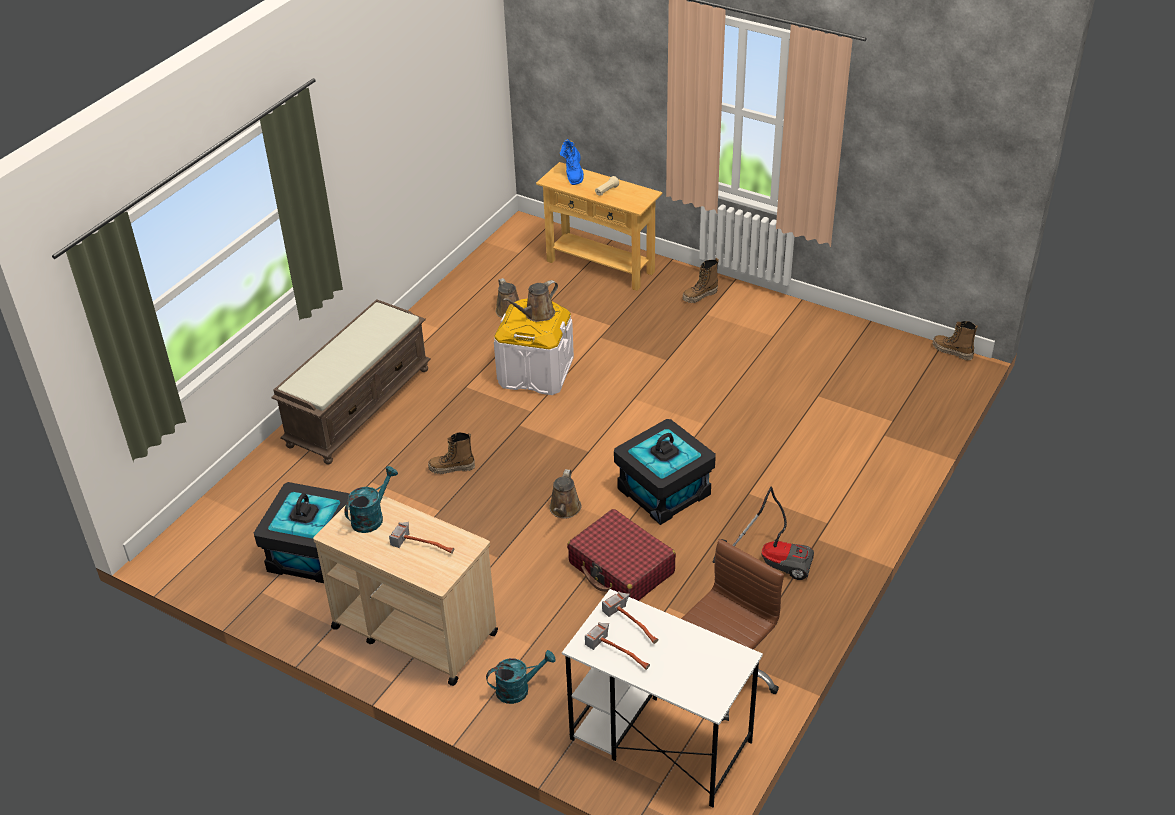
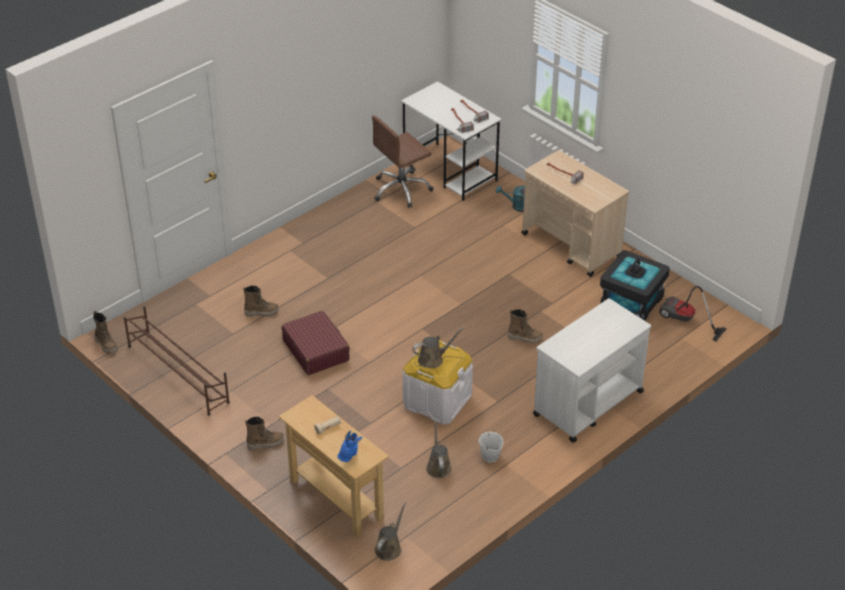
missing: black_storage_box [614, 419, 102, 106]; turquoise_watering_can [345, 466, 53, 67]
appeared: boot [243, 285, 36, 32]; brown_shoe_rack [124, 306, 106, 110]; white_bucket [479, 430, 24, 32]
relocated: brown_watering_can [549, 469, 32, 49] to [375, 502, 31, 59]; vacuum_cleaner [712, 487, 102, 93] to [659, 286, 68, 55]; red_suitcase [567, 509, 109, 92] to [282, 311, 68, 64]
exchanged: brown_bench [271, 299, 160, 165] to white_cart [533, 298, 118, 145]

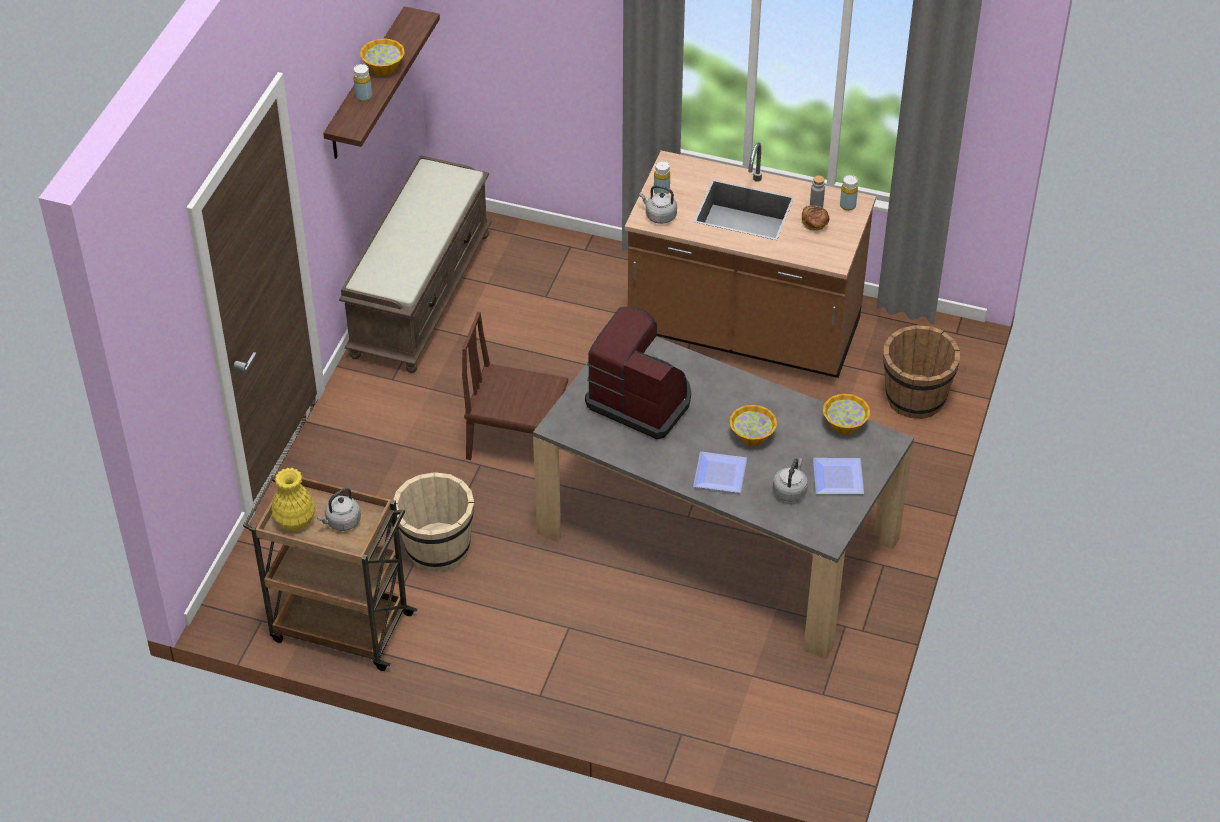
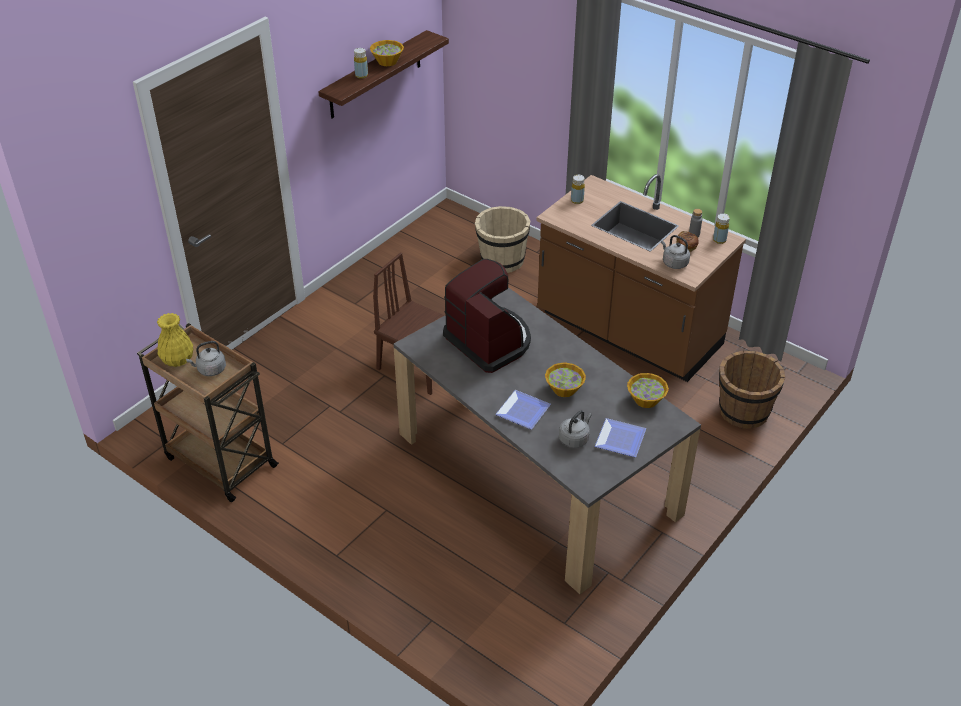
missing: brown_bench [339, 155, 153, 218]
relocated: grey_kettle [639, 185, 38, 39] to [661, 235, 29, 34]; beige_bucket [393, 472, 81, 100] to [475, 206, 55, 67]

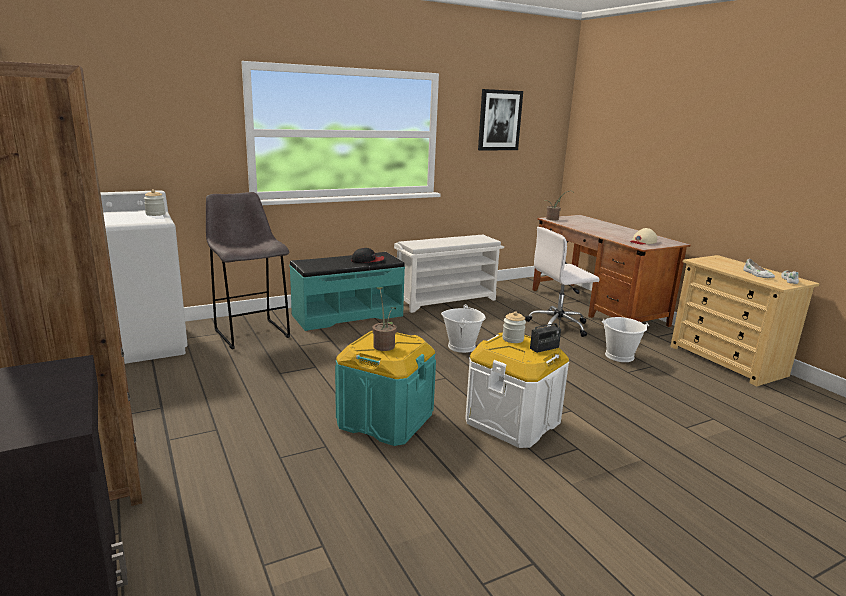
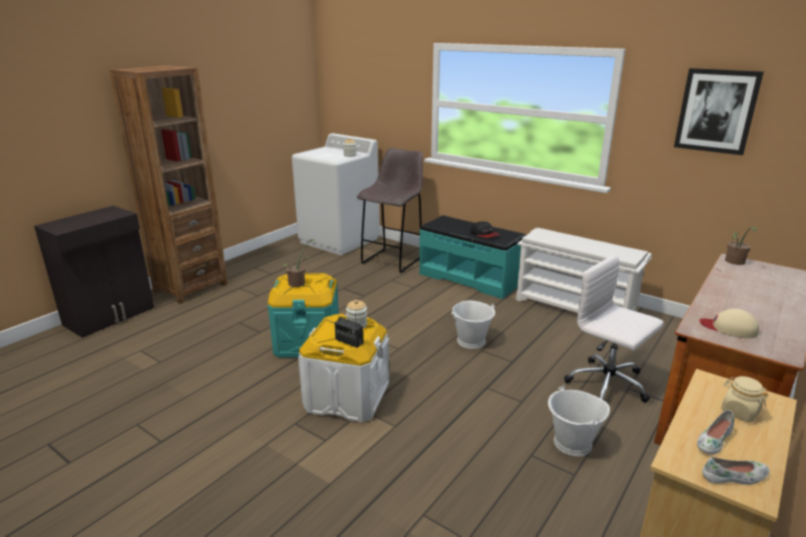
appeared: beige_jar [721, 376, 47, 46]

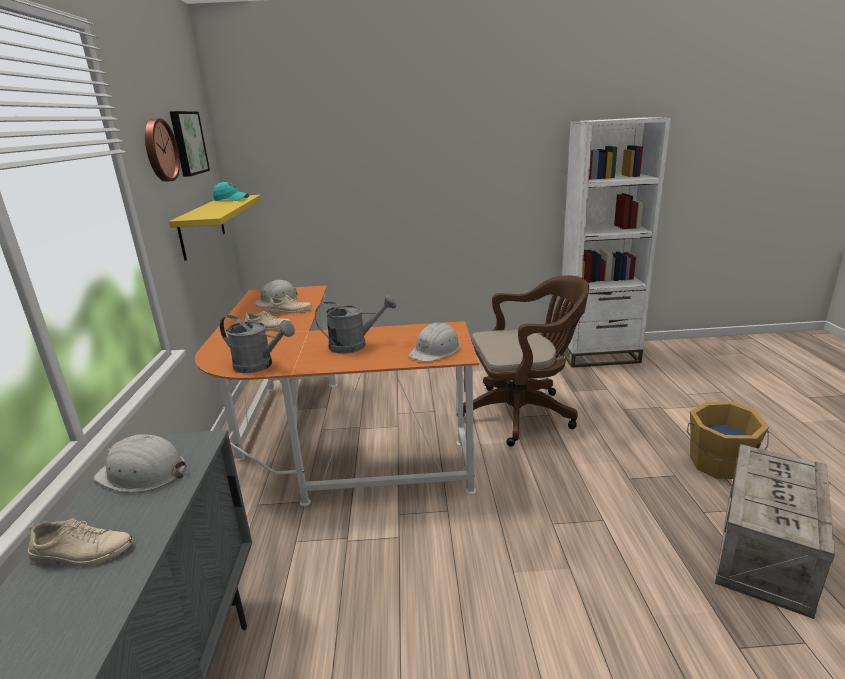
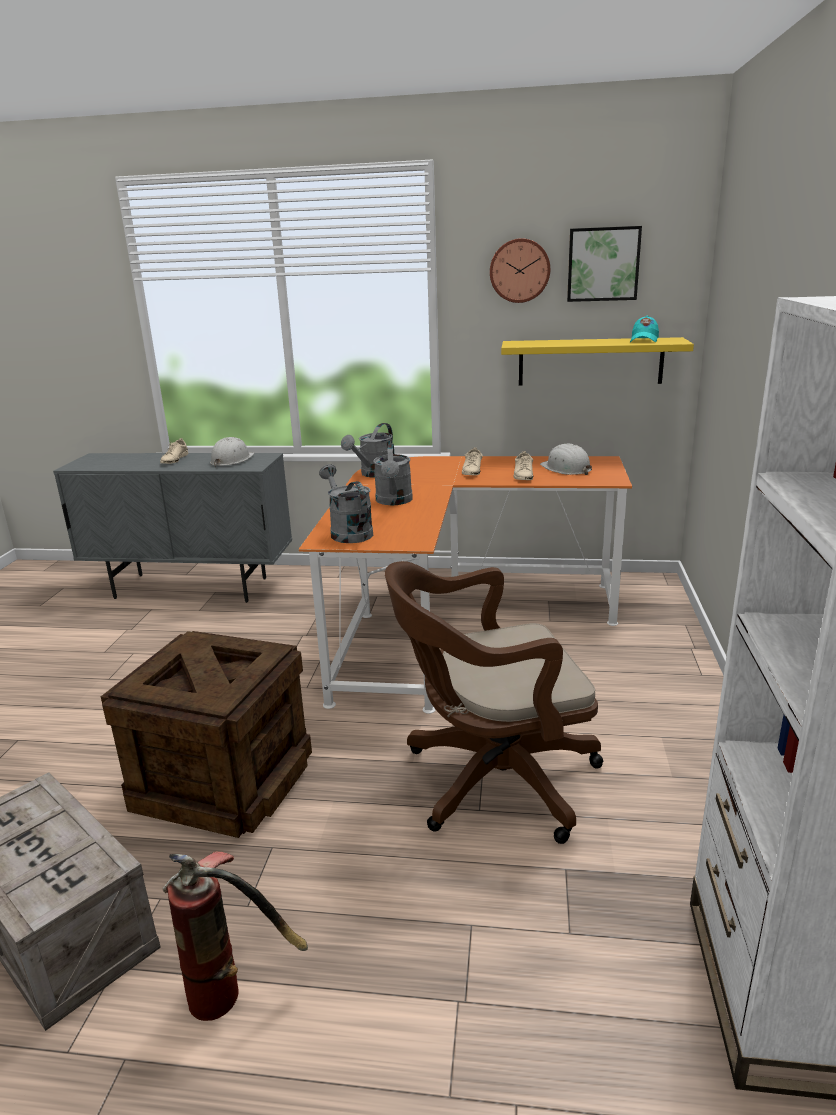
appeared: crate [101, 631, 211, 207]
exchanged: white_hard_hat [409, 322, 52, 40] to grey_watering_can [319, 464, 54, 79]; orange_bucket [687, 401, 82, 78] to fire_extinguisher [162, 852, 146, 169]
spun: brown_office_chair [457, 275, 132, 172] = [385, 561, 218, 283] 75 degrees clockwise

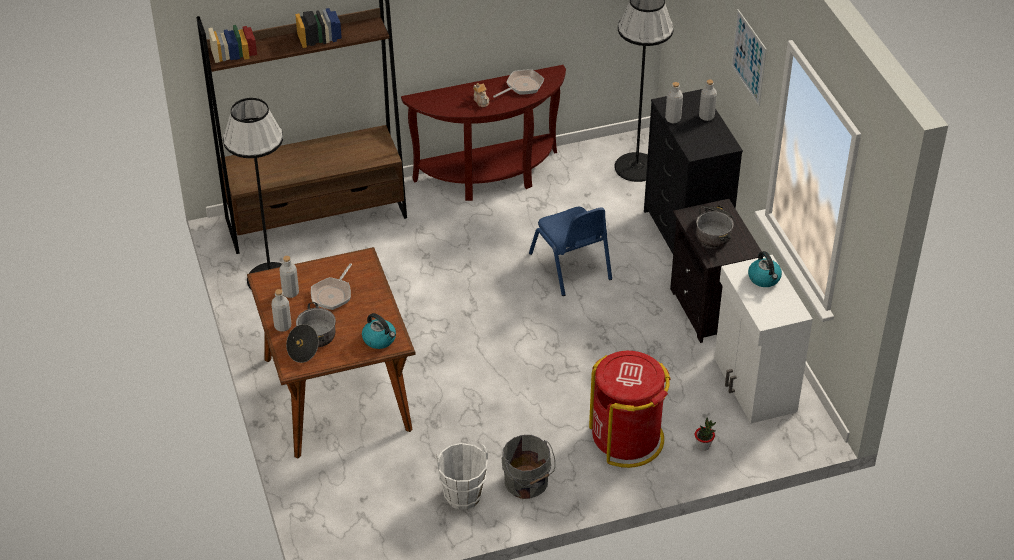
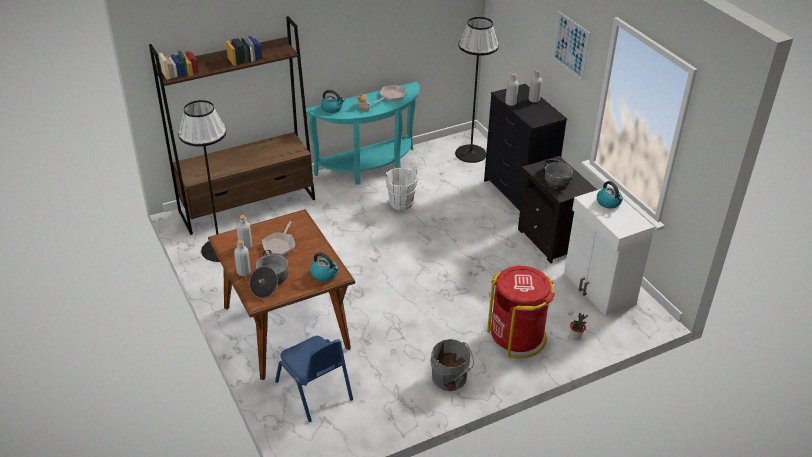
appeared: kettle [321, 90, 24, 23]
relocated: blue_chair [529, 207, 83, 89] to [275, 336, 78, 86]; white_bucket [437, 443, 51, 67] to [385, 165, 33, 46]
colour: brown_console_table [401, 65, 165, 136] to turquoise_console_table [306, 82, 114, 103]

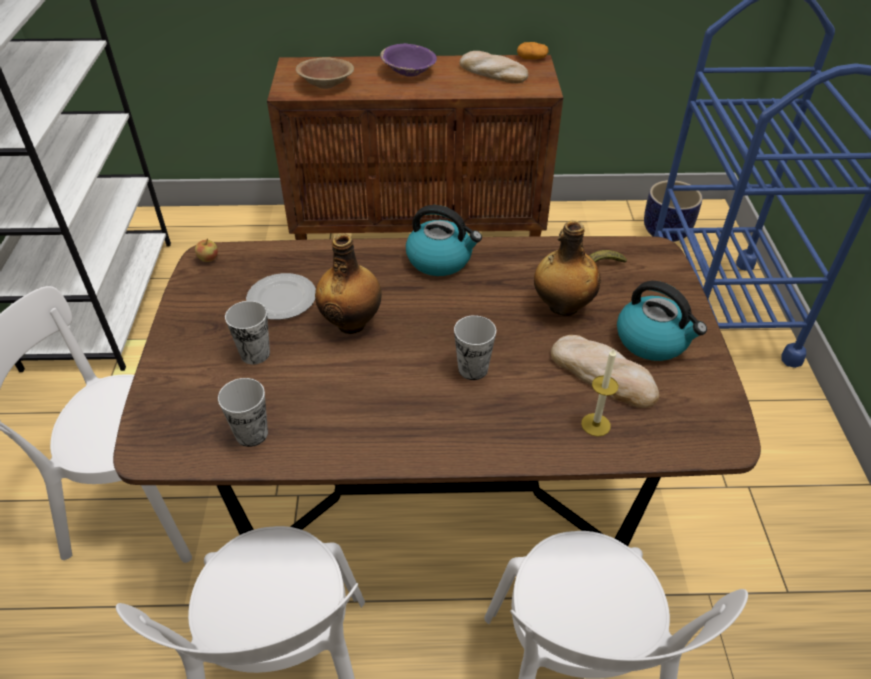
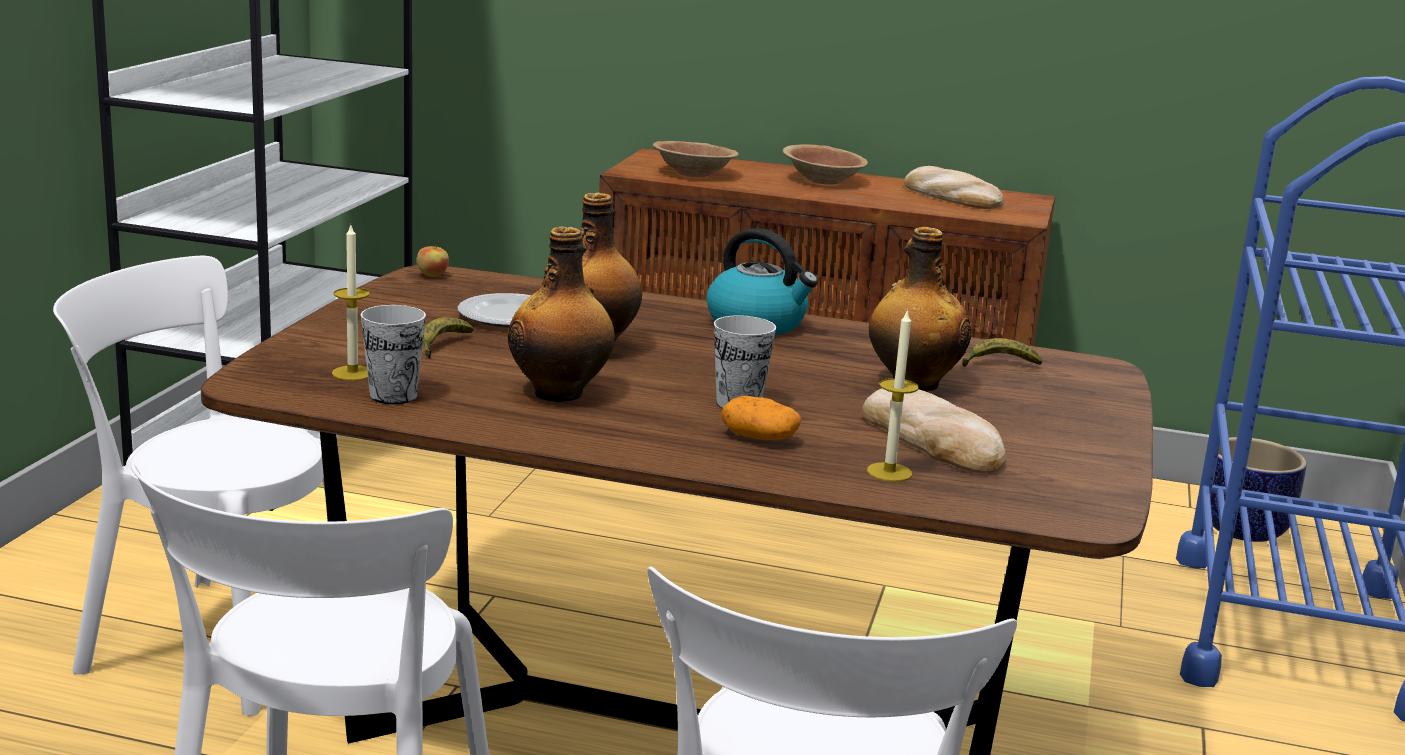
missing: kettle [617, 281, 90, 80]
appeared: candle [332, 225, 38, 156]; bottle [508, 226, 107, 176]
relocated: potato [517, 42, 32, 17] to [721, 396, 80, 44]
exchanged: cup [225, 301, 45, 63] to banana [423, 317, 51, 42]
colour: purple_bowl [380, 43, 57, 34] to brown_bowl [783, 144, 85, 40]

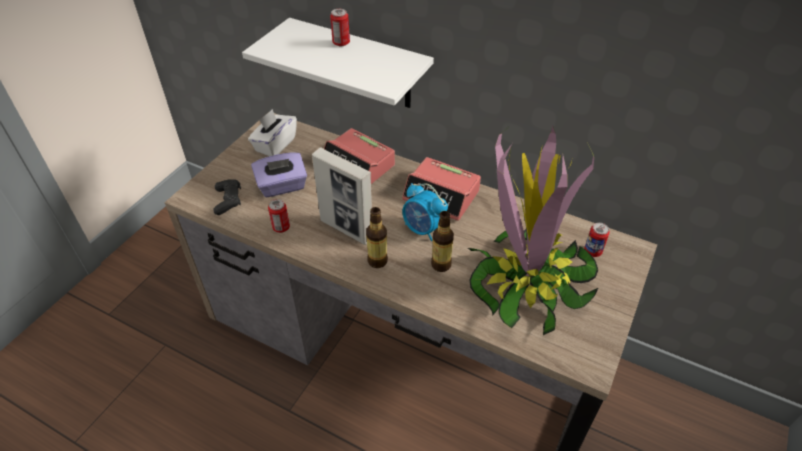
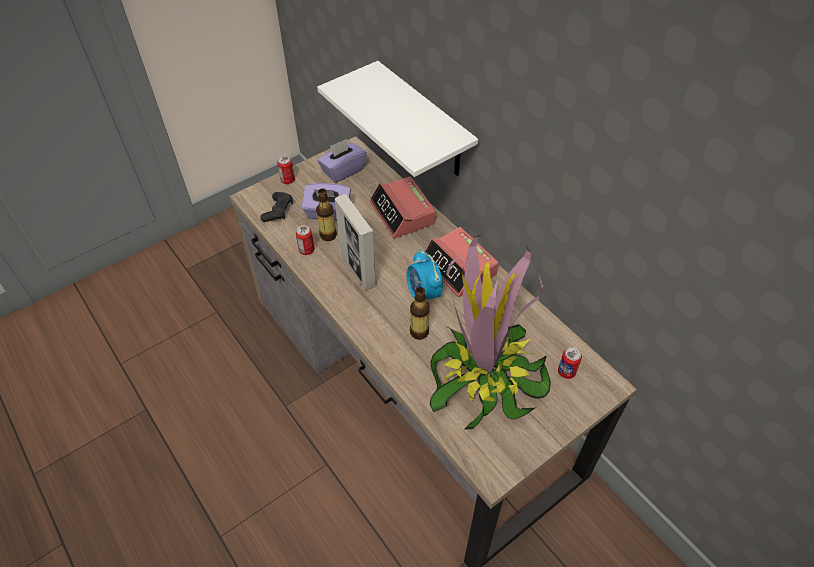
relocated: can [330, 9, 20, 37] to [277, 155, 18, 29]; bottle [366, 207, 22, 61] to [316, 188, 21, 53]
colour: white_tissue_box [248, 109, 49, 47] to purple_tissue_box [317, 139, 50, 44]

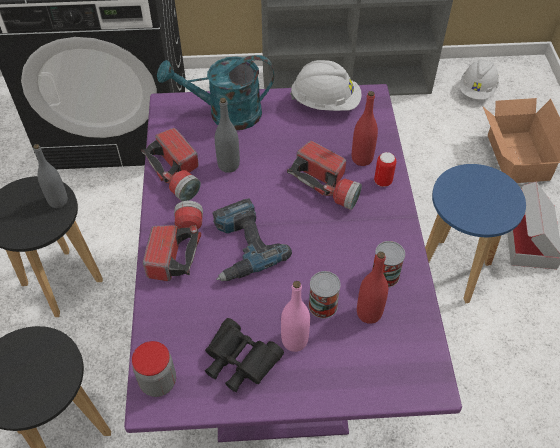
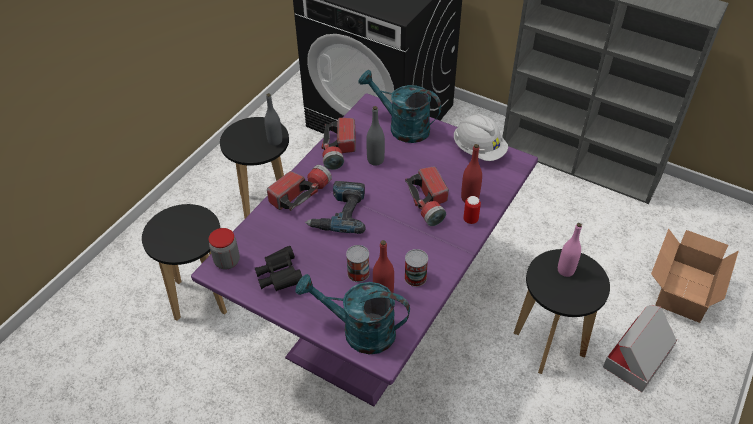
missing: white_hard_hat [460, 59, 39, 41]
appeared: turquoise_watering_can [296, 274, 114, 81]
relocated: pink_bottle [281, 281, 29, 71] to [558, 223, 24, 54]
colour: blue_stool [425, 164, 101, 139] to black_stool [513, 249, 97, 125]

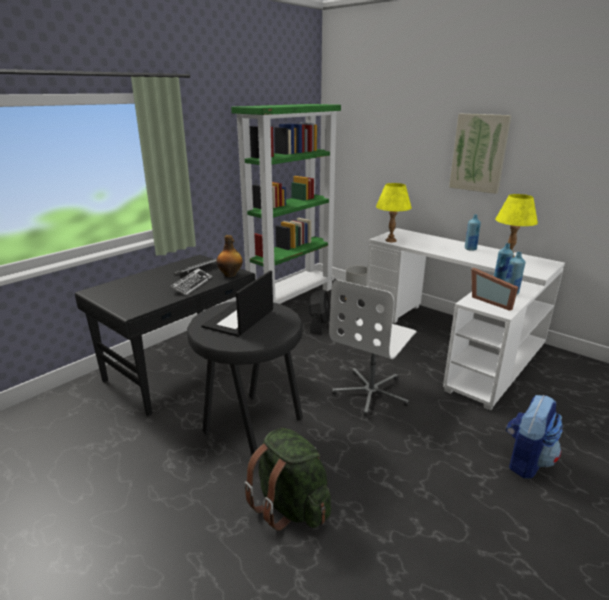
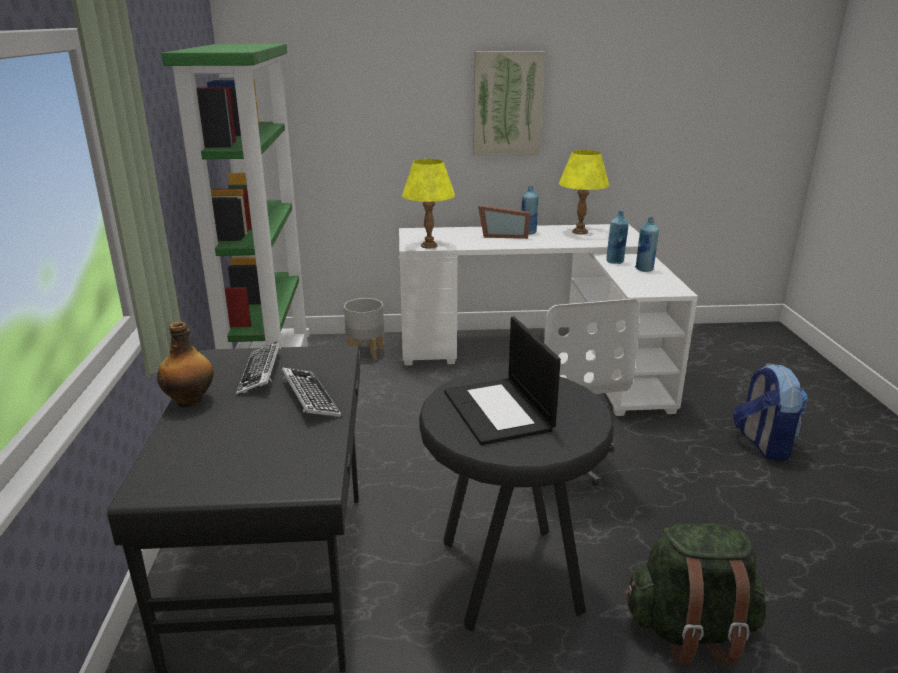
missing: black_fan [308, 290, 22, 45]
relocated: bottle [216, 235, 27, 42] to [157, 322, 57, 85]; picture_frame [471, 268, 47, 43] to [478, 205, 52, 34]

